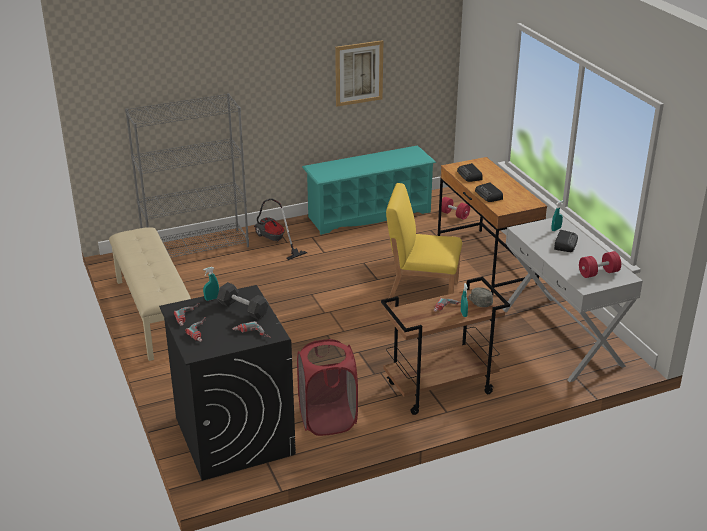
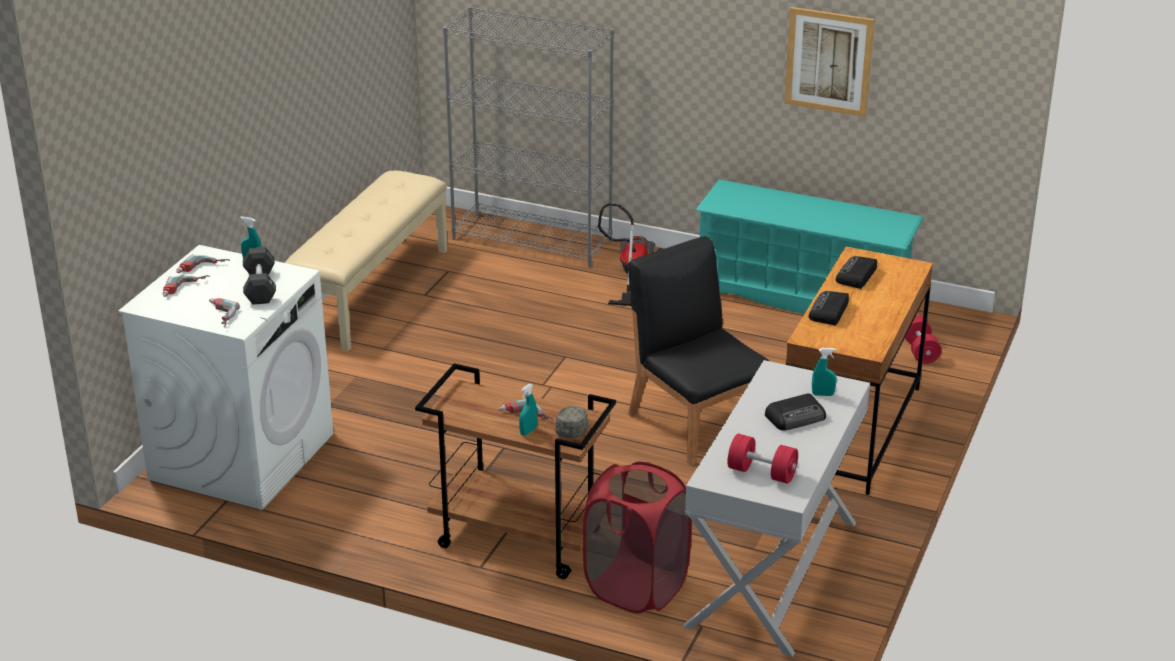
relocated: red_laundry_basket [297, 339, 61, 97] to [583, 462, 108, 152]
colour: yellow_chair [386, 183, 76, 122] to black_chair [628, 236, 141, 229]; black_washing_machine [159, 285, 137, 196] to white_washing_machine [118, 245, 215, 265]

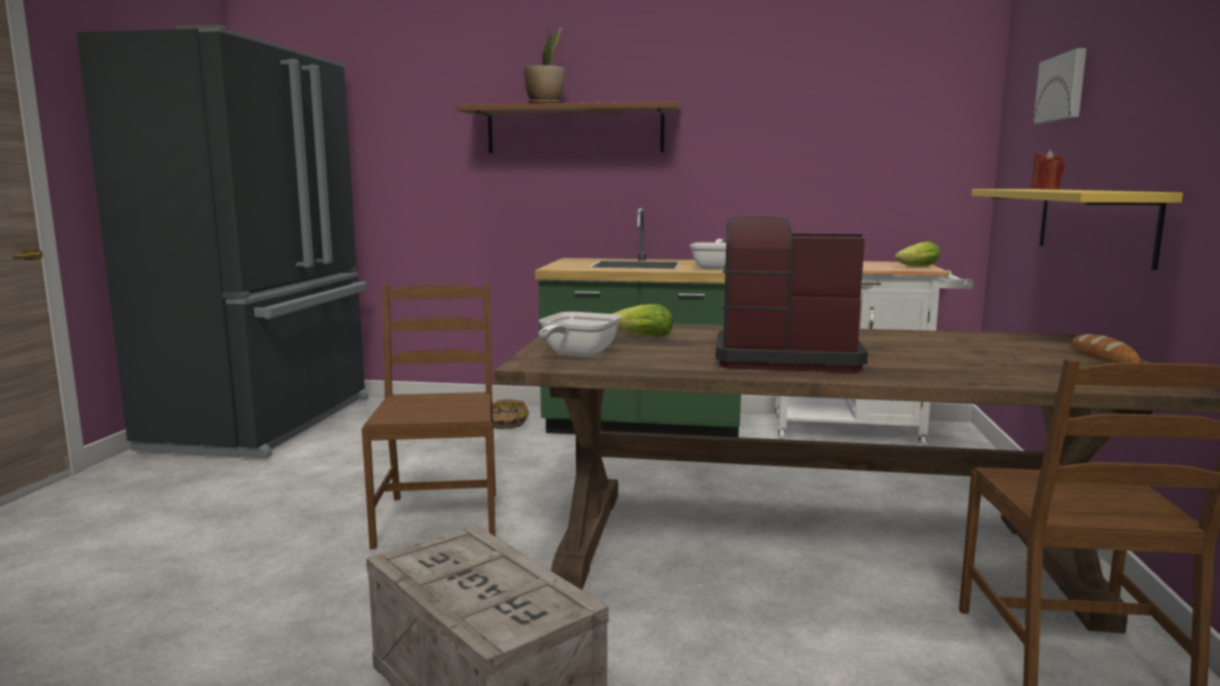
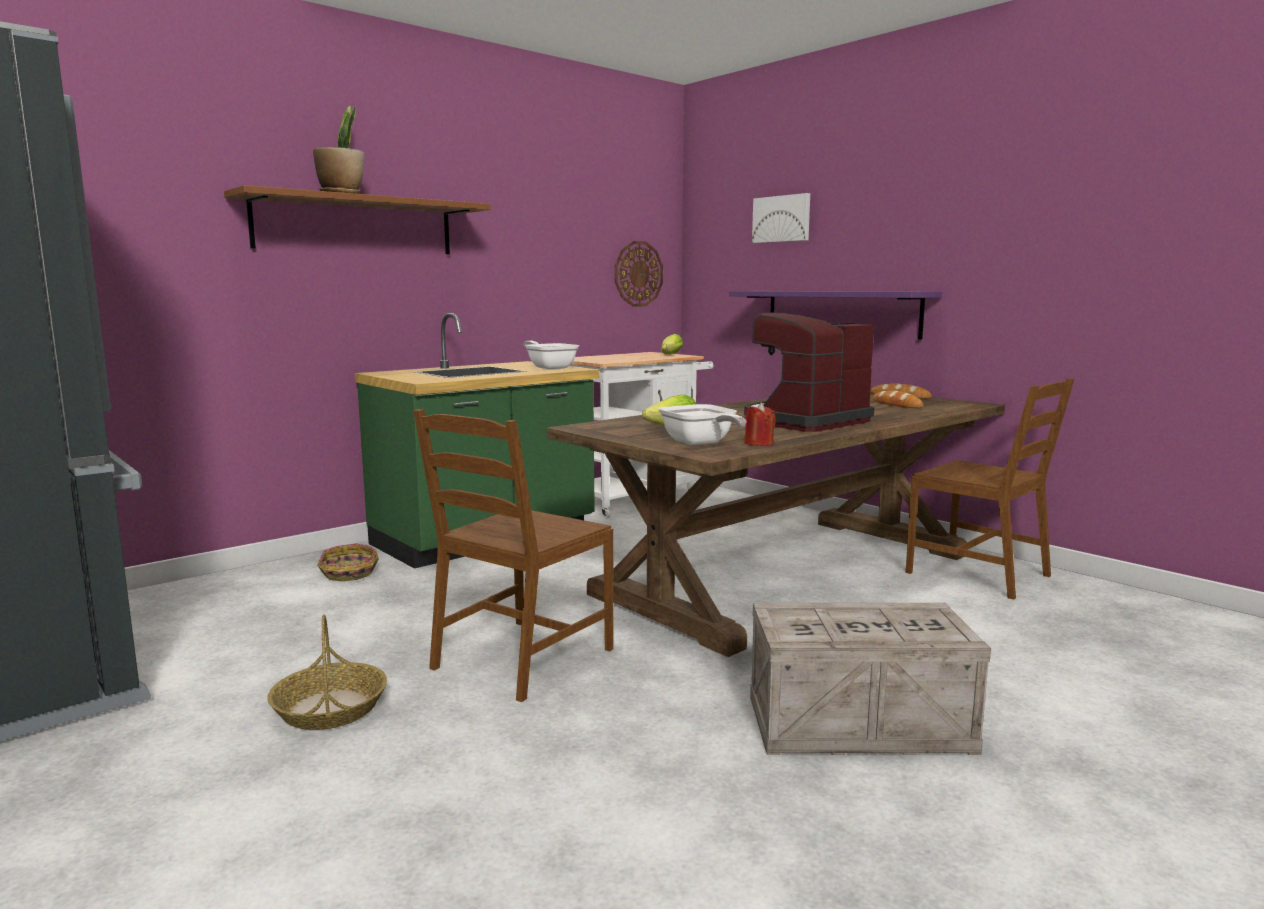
appeared: wall_clock [615, 241, 48, 66]; bread [873, 390, 51, 18]; basket [268, 614, 119, 116]
relocated: red_candle [1030, 150, 35, 40] to [744, 403, 32, 43]
colour: yellow_shelf [971, 189, 212, 81] to purple_shelf [729, 291, 213, 48]
spun: brown_chair [362, 283, 134, 267] = [413, 409, 200, 293] 90 degrees counterclockwise

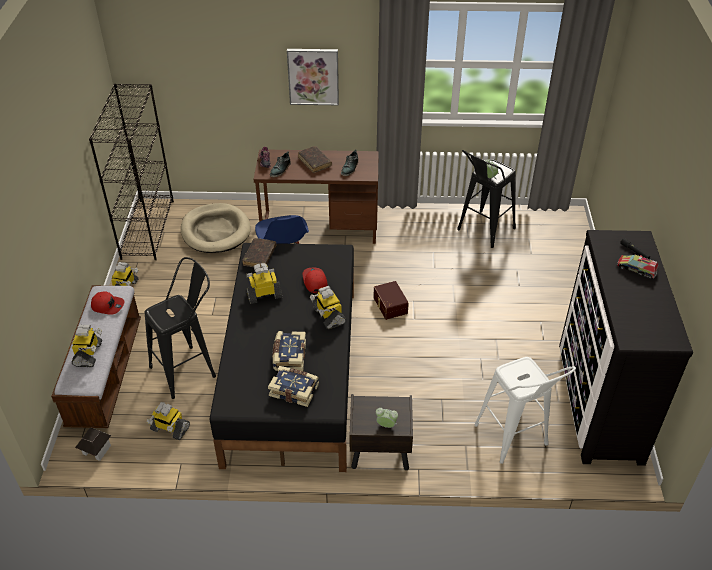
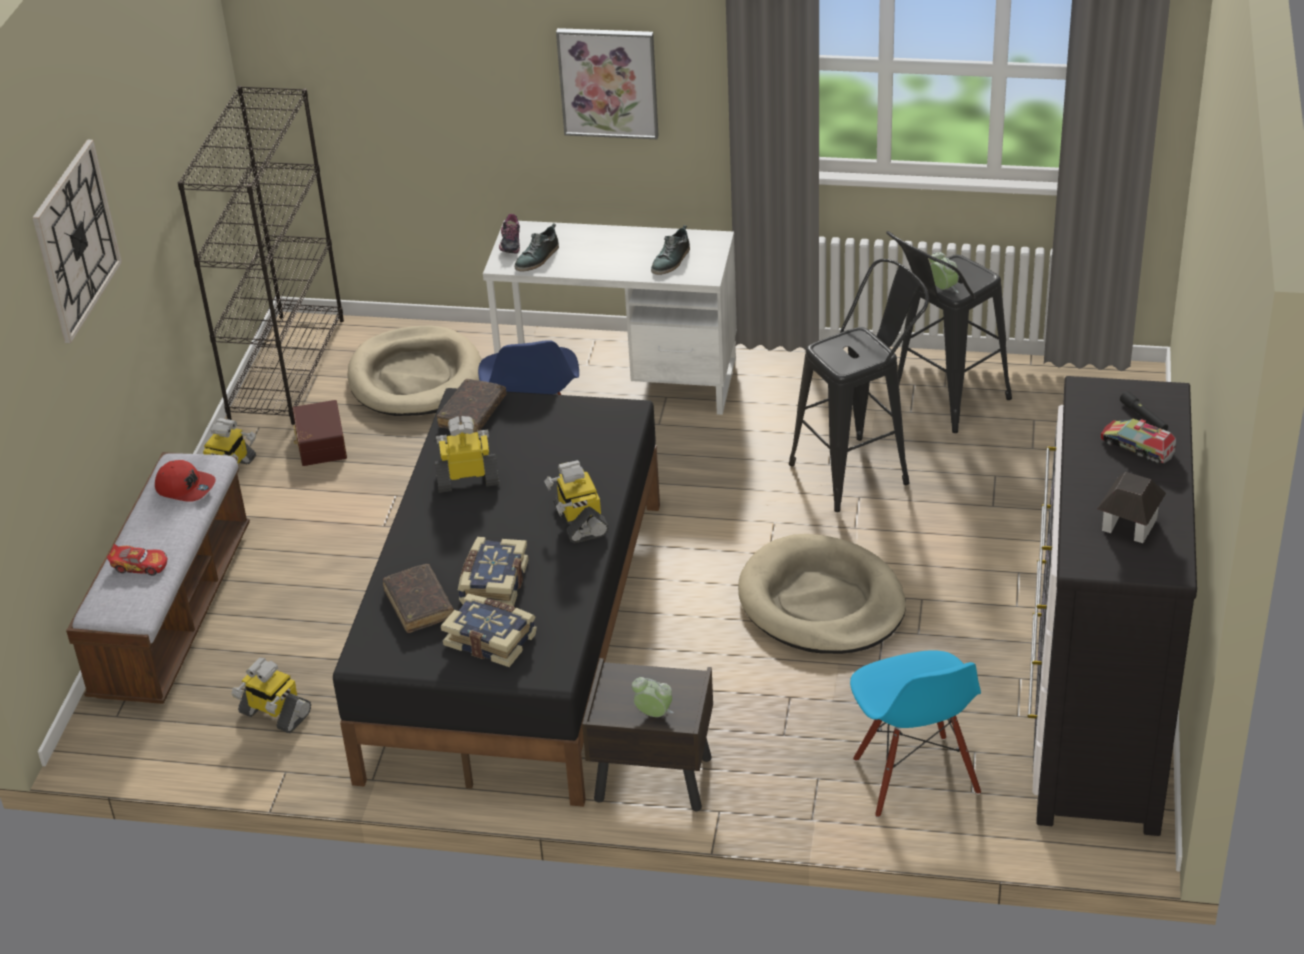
missing: red_cap [303, 268, 25, 25]
appeared: wall_clock [32, 140, 90, 203]; beige_dog_bed [738, 534, 168, 120]
relocated: brown_book [298, 146, 34, 27] to [383, 564, 71, 69]; black_stool [144, 257, 72, 142] to [789, 259, 140, 253]; brown_storage_box [374, 281, 35, 39] to [292, 400, 55, 66]; toy_house [75, 428, 36, 33] to [1097, 472, 69, 71]
exchanged: toy_robot [72, 324, 30, 43] to toy_car [107, 544, 60, 32]; white_stool [474, 357, 102, 107] to blue_chair [850, 650, 131, 168]
colour: brown_desk [254, 149, 125, 95] to white_desk [483, 220, 254, 195]

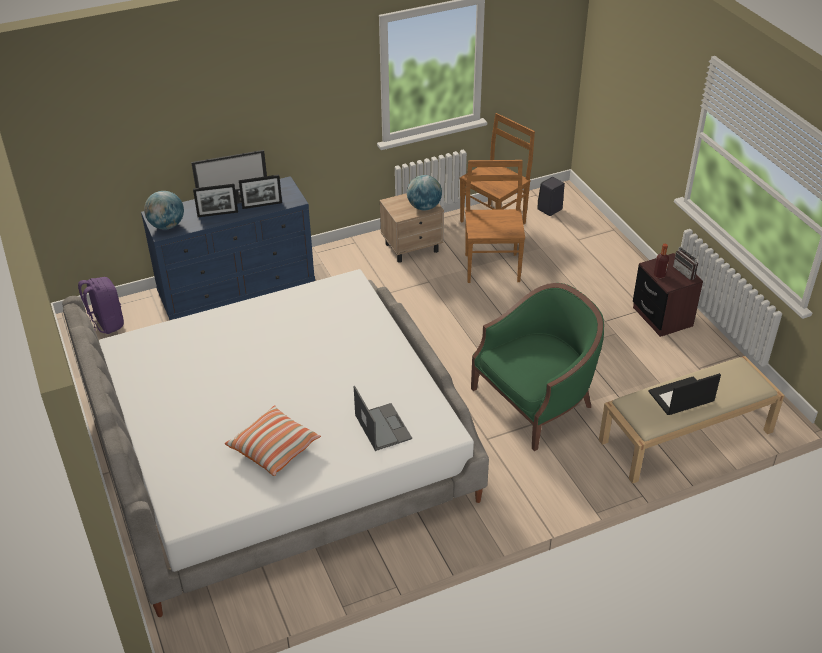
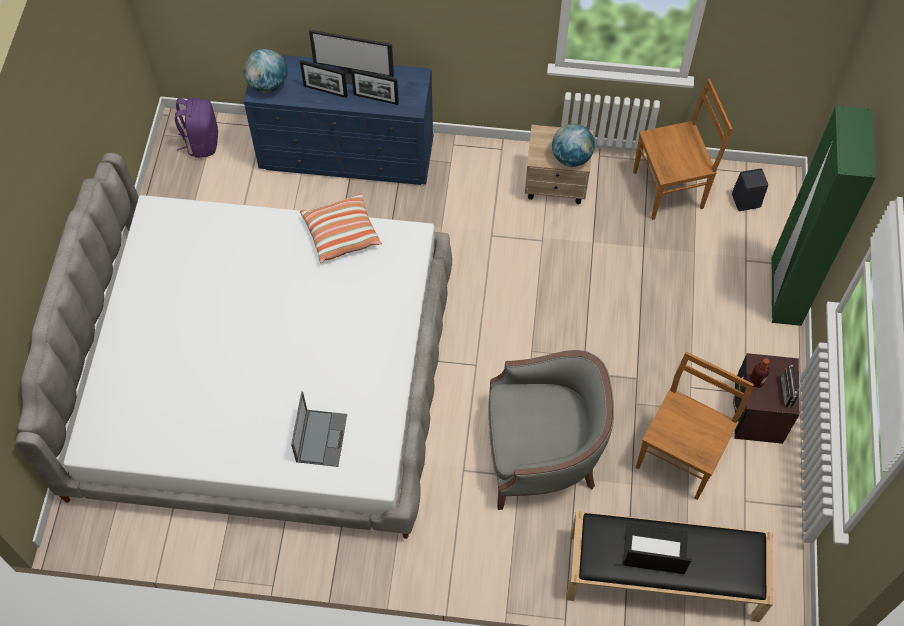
appeared: green_wardrobe [771, 106, 105, 220]
relocated: brown_chair [465, 160, 60, 123] to [636, 352, 118, 148]; pillow [225, 406, 96, 70] to [300, 193, 82, 70]
colour: green_armchair [471, 283, 133, 168] to grey_armchair [488, 350, 126, 160]; beige_bench [599, 356, 186, 128] to black_bench [566, 511, 207, 111]

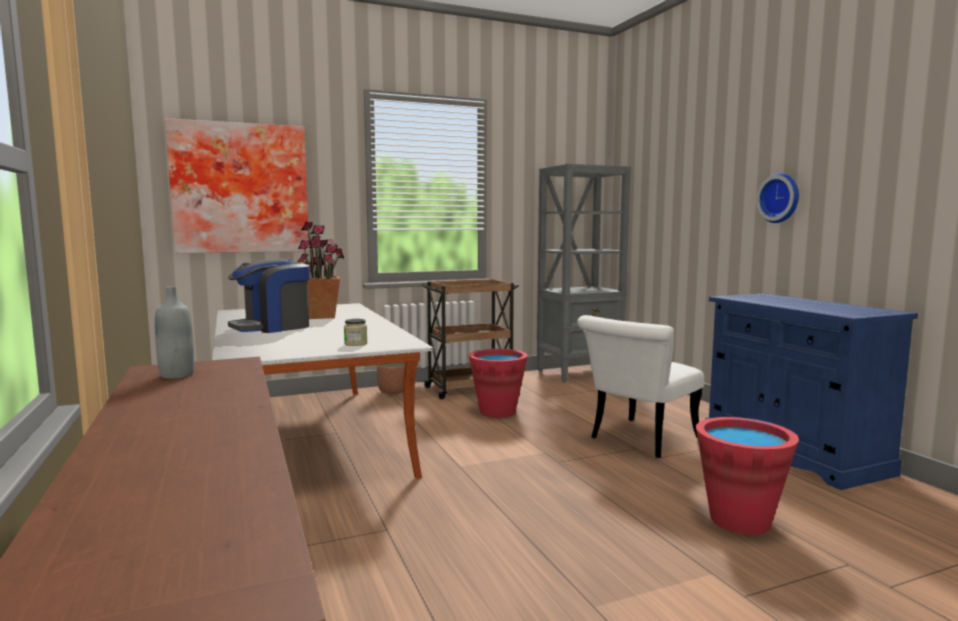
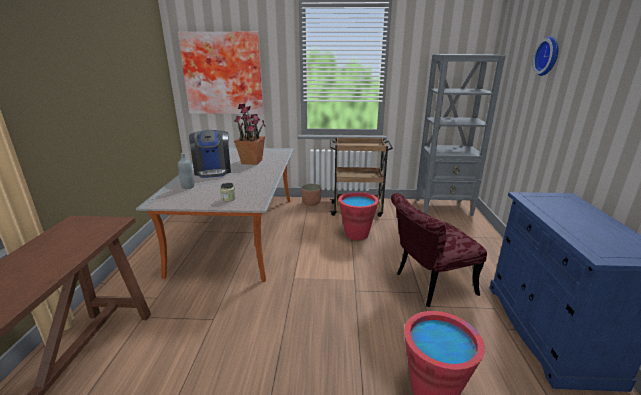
relocated: wall_clock [756, 173, 43, 50] to [533, 36, 25, 40]; grey_bottle [155, 286, 39, 93] to [178, 153, 16, 36]
colour: white_chair [577, 315, 127, 143] to red_chair [391, 193, 96, 114]
spun: coffee_machine [228, 259, 82, 74] = [189, 130, 42, 48] 90 degrees counterclockwise

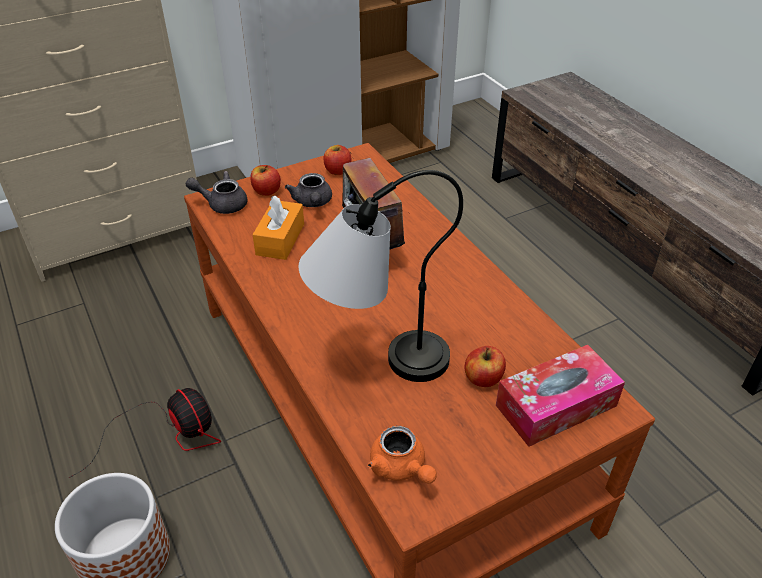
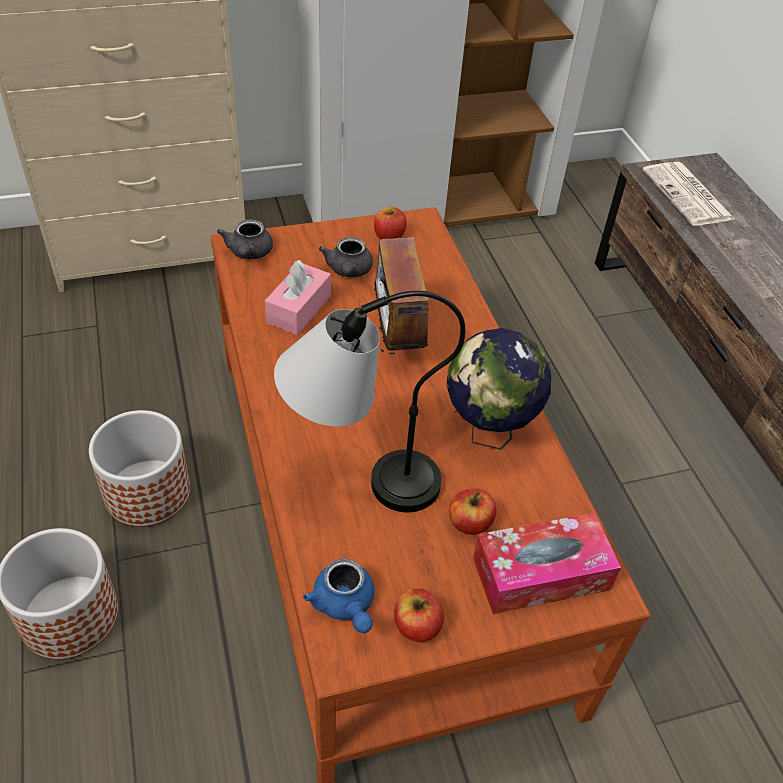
appeared: newspaper [642, 162, 94, 64]; globe [447, 328, 104, 122]
relocated: apple [250, 165, 31, 31] to [394, 588, 50, 54]
exchanged: fan [69, 388, 152, 90] to planter [89, 410, 101, 117]
colour: orange_tissue_box [253, 196, 51, 64] to pink_tissue_box [265, 260, 66, 75]; orange_teapot [367, 426, 70, 58] to blue_teapot [303, 559, 72, 74]
spun: grey_teapot [186, 171, 61, 43] = [217, 219, 56, 40] 105 degrees counterclockwise

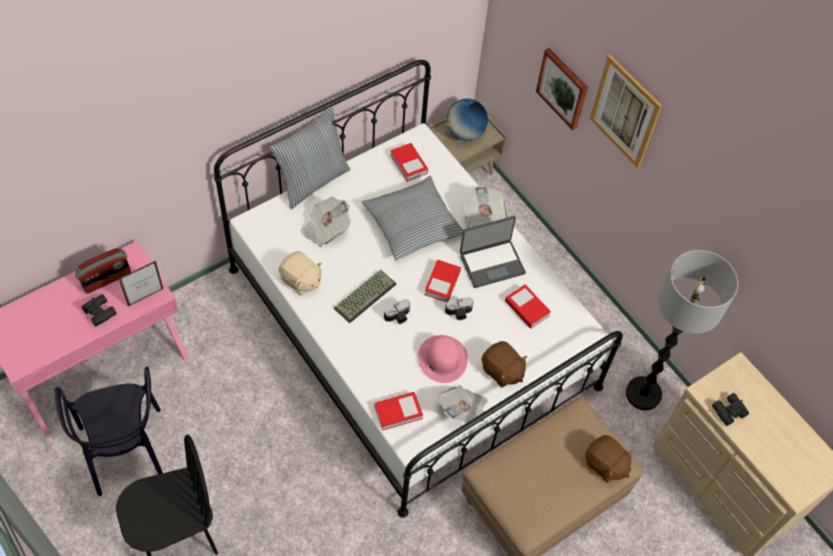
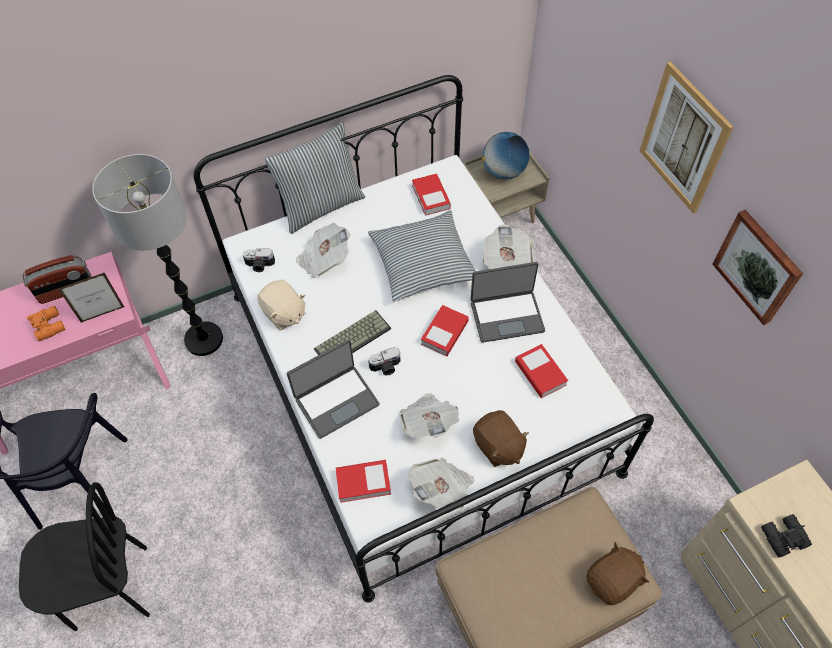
appeared: laptop [287, 339, 93, 100]
relocated: picture [536, 48, 52, 82] to [712, 210, 91, 115]; floor_lamp [626, 250, 112, 160] to [92, 154, 131, 202]; photo_camera [445, 298, 28, 22] to [243, 248, 32, 24]
exchanged: pink_hat [418, 335, 50, 48] to newspaper [400, 393, 59, 45]
colour: black_binoculars [81, 294, 36, 32] to orange_binoculars [27, 306, 38, 35]
spun: brown_plush_toy [585, 435, 48, 48] = [586, 542, 63, 63] 90 degrees counterclockwise

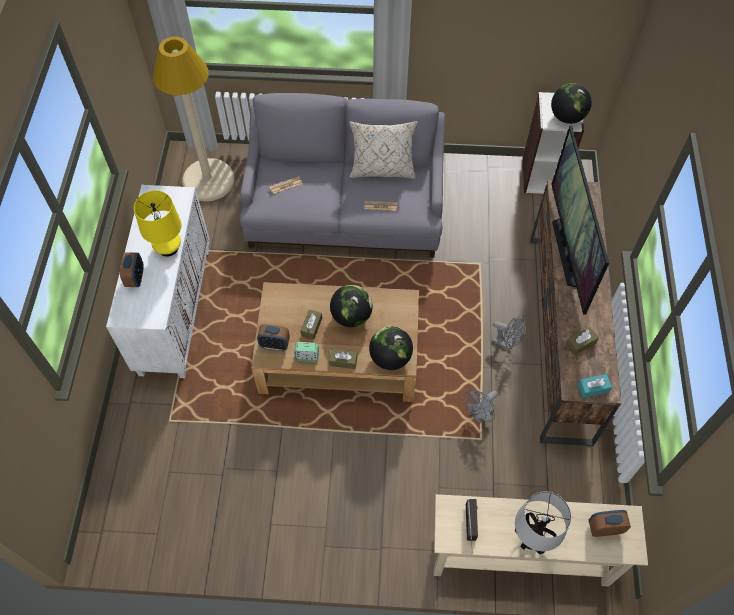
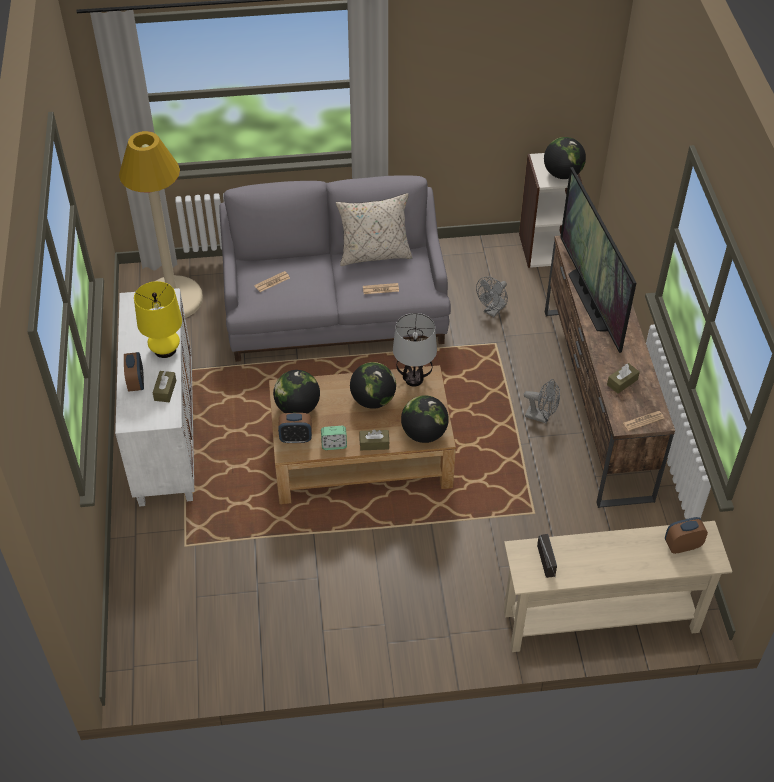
appeared: globe [273, 370, 47, 44]
relocated: brown_tissue_box [300, 310, 22, 30] to [153, 371, 23, 31]; grey_fan [465, 390, 33, 33] to [476, 277, 32, 40]; table_lamp [515, 492, 56, 62] to [393, 313, 44, 74]
exchanged: turquoise_tissue_box [578, 374, 34, 24] to newspaper [623, 411, 42, 20]

